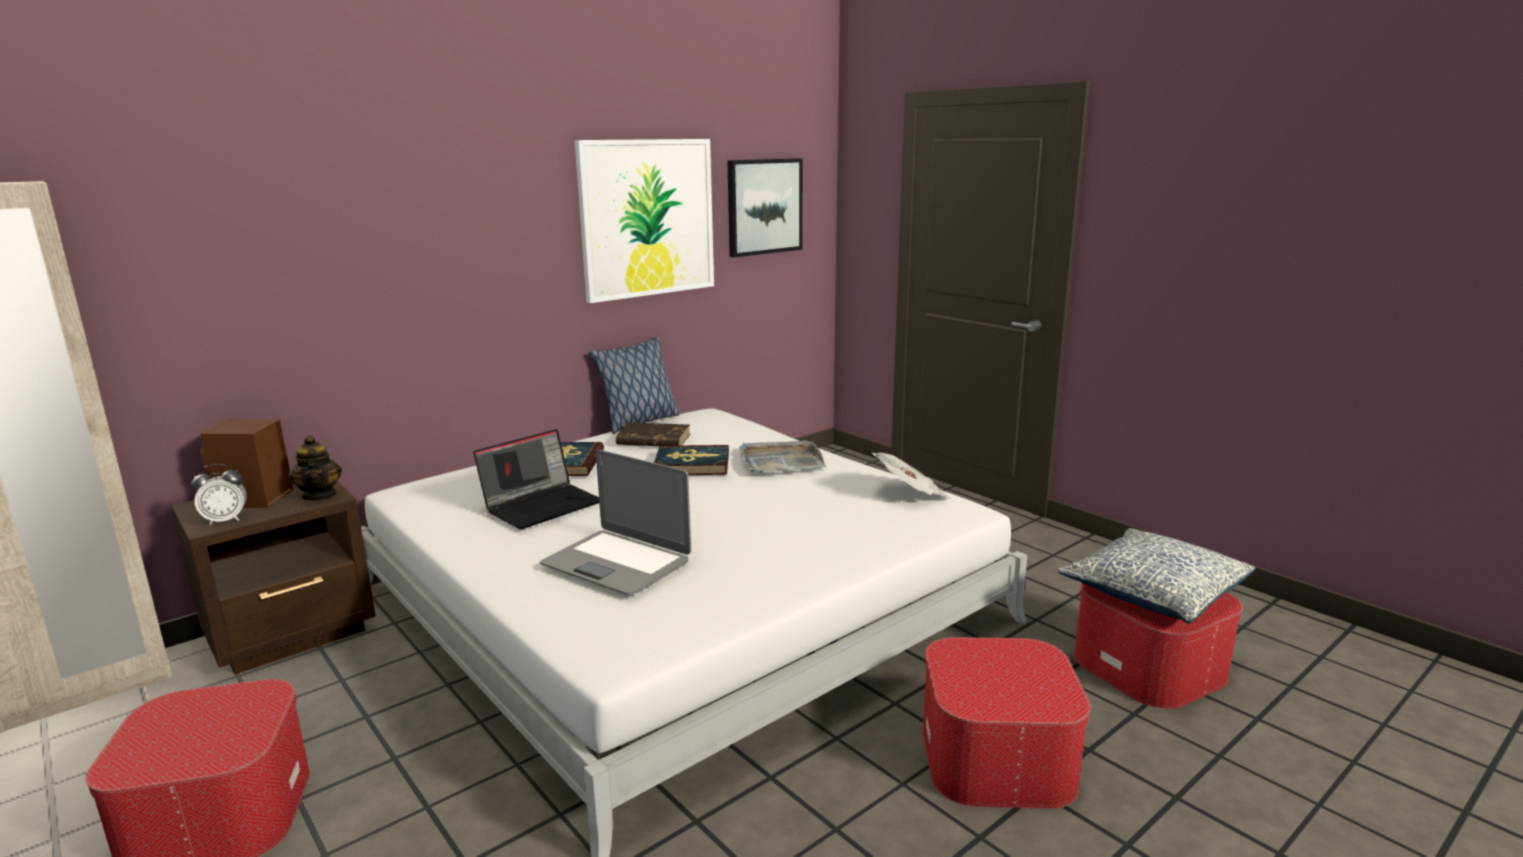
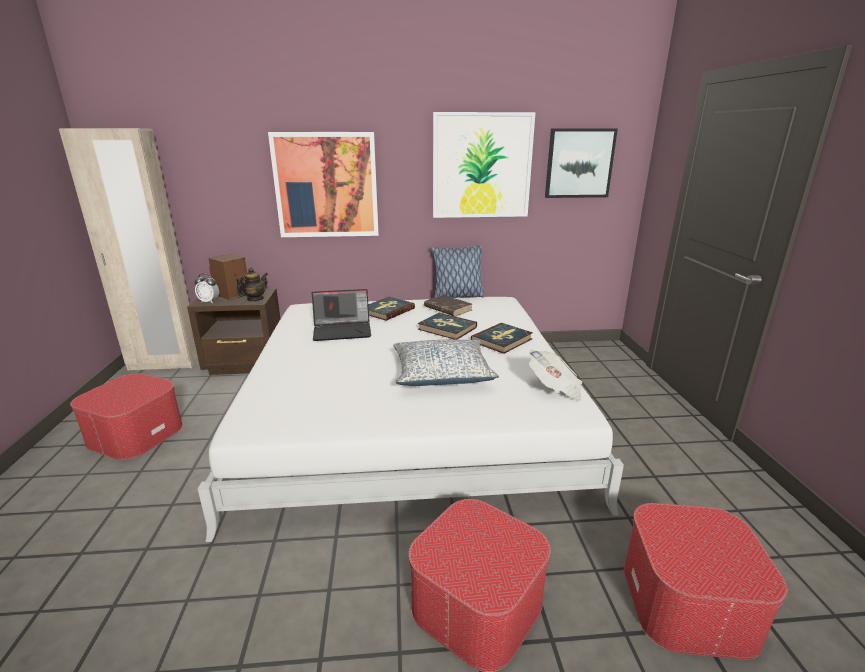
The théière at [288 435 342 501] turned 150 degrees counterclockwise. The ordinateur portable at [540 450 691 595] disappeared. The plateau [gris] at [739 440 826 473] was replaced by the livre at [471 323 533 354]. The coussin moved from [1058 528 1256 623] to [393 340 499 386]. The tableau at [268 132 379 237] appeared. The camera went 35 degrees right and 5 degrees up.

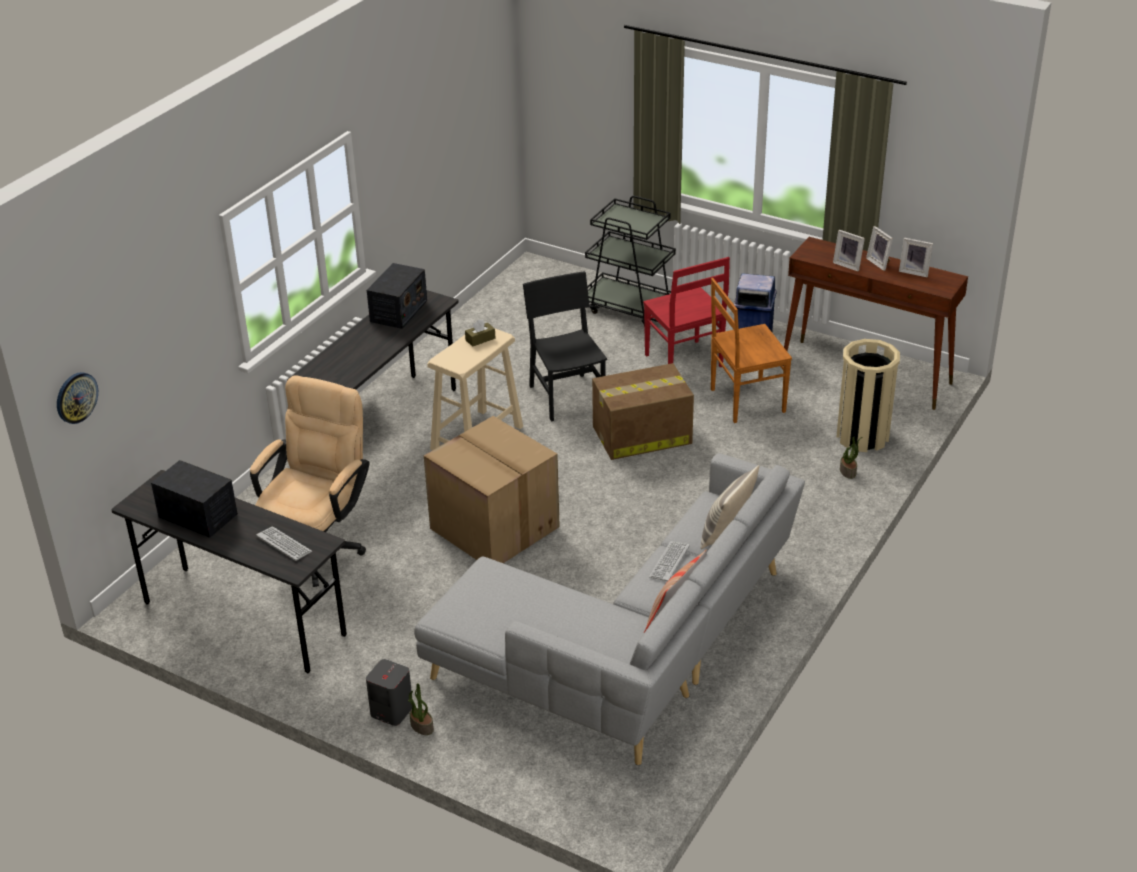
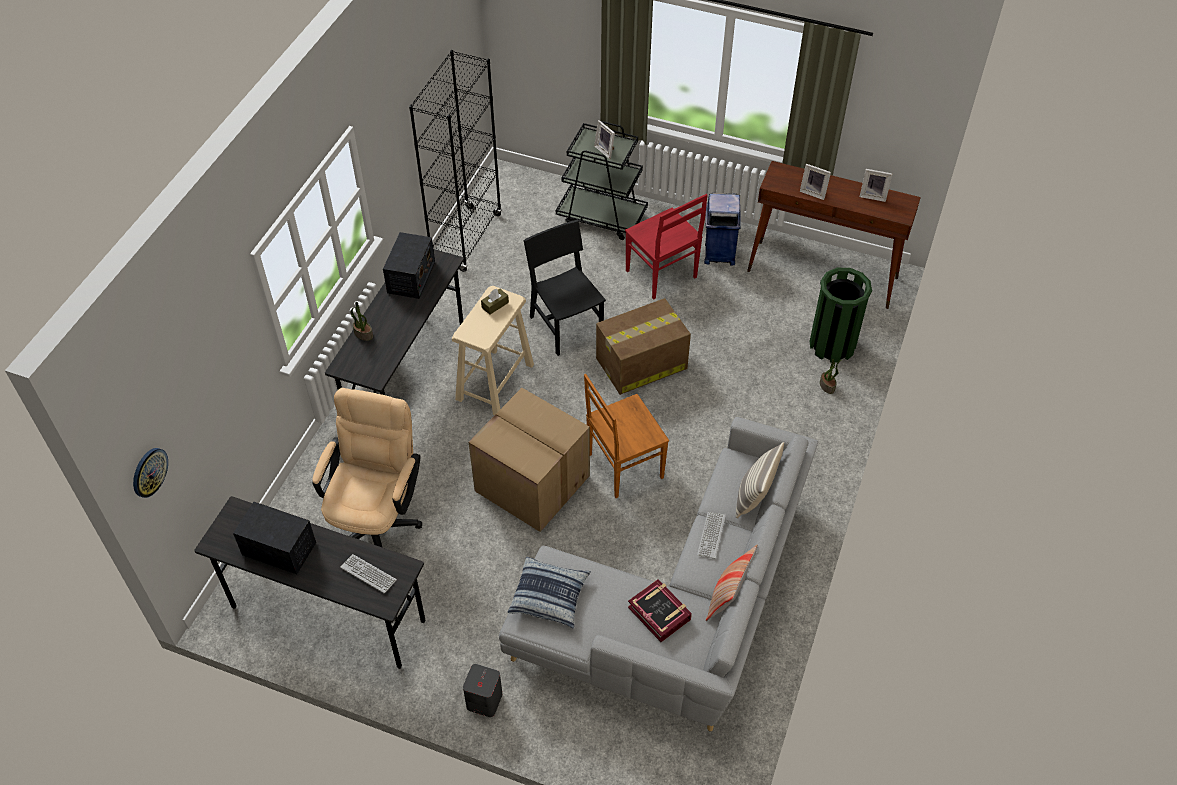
The plante en pot moved from [408 684 434 735] to [350 302 373 341]. The chaise [marron] moved from [711 278 792 423] to [584 374 669 498]. The poubelle [beige] at [837 339 900 452] became the poubelle [vert] at [809 268 872 363]. The cadre photo moved from [866 226 893 271] to [594 120 615 159]. The bibliothèque [noir] at [409 50 502 272] appeared. The coussin at [508 557 591 628] appeared. The livre at [628 579 692 642] appeared. The camera went 10 degrees left and 15 degrees up.

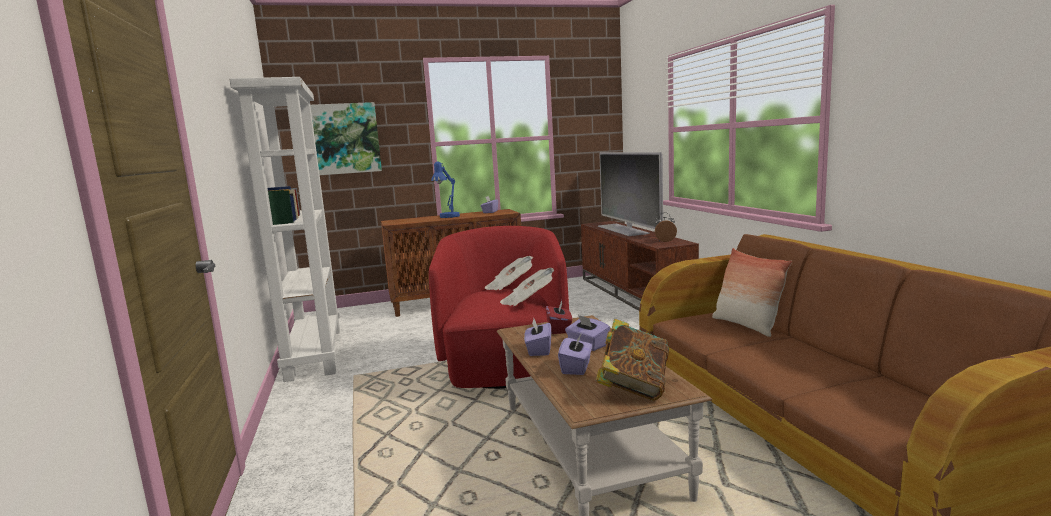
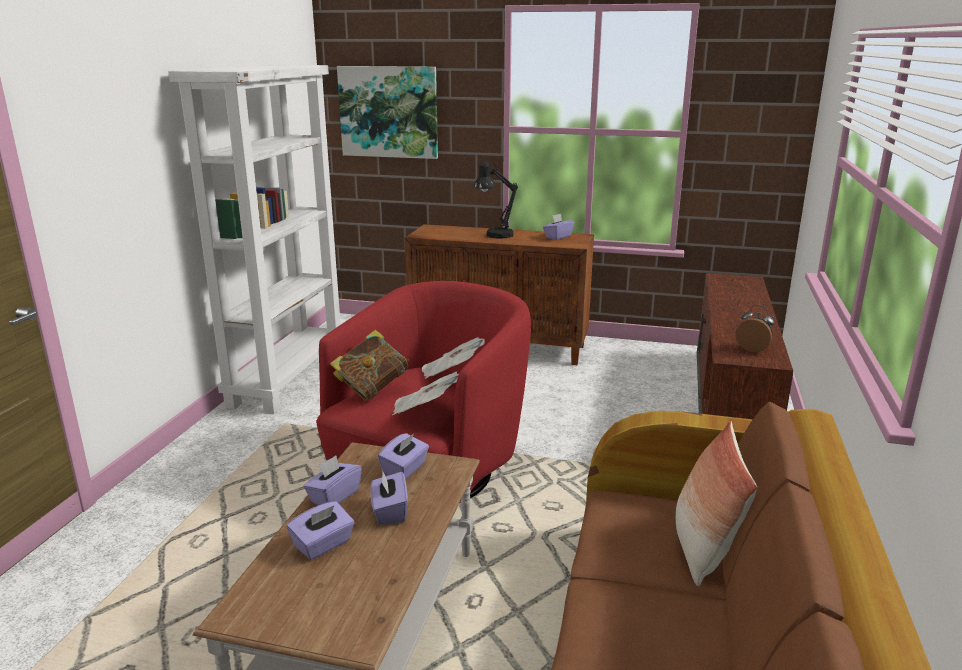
The lampe de table [bleu] at [431 161 460 218] became the lampe de table [noir] at [474 161 518 239]. The boîte à mouchoirs [rouge] at [546 300 572 334] became the boîte à mouchoirs [violet] at [378 433 429 480]. The livre moved from [596 319 669 400] to [330 330 409 401]. The téléviseur at [598 152 663 236] disappeared. The camera went 30 degrees right and 10 degrees up.

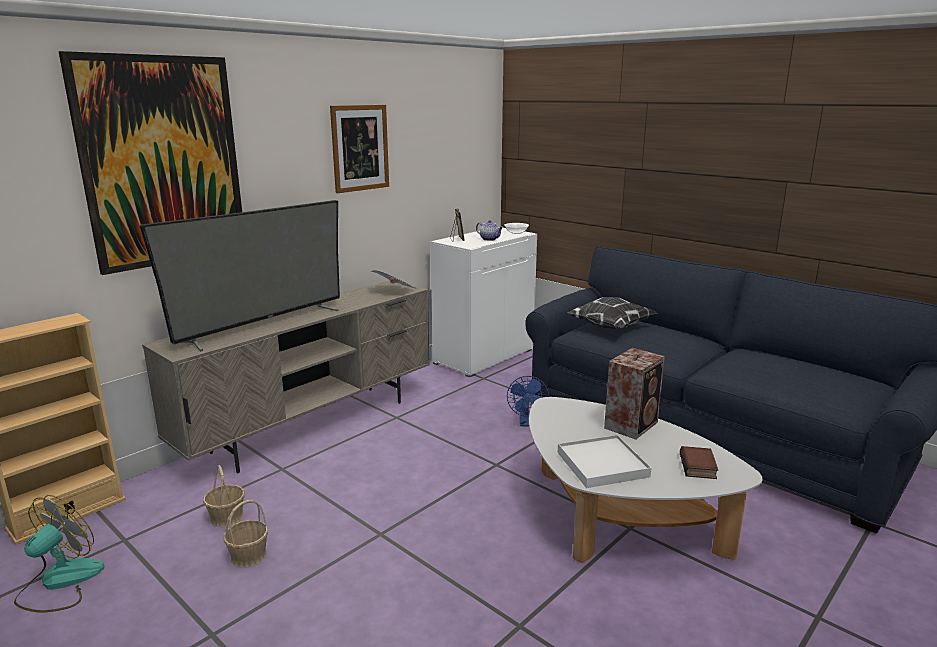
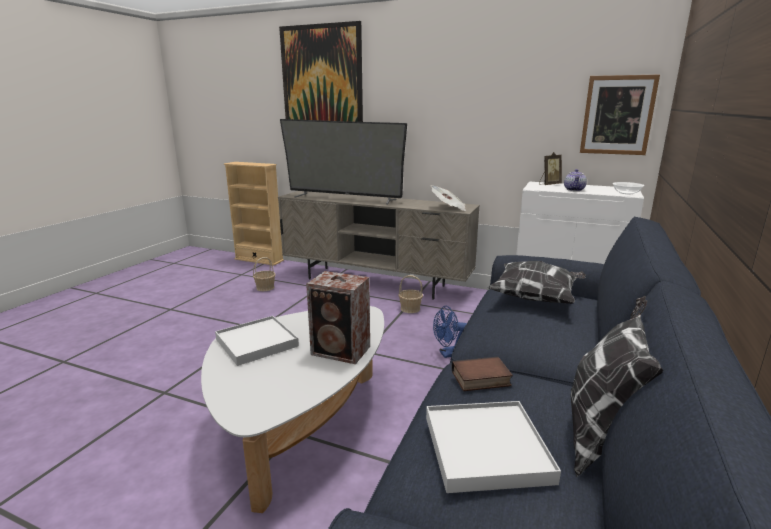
The ventilateur at [14 495 104 612] disappeared. The panier moved from [223 500 268 568] to [398 275 423 313]. The tableau moved from [330 105 389 193] to [580 75 660 155]. The livre moved from [680 446 718 479] to [452 357 513 391]. The plateau [blanc] at [426 401 561 493] appeared. The coussin at [570 296 663 478] appeared. The camera went 70 degrees right and 0 degrees up.

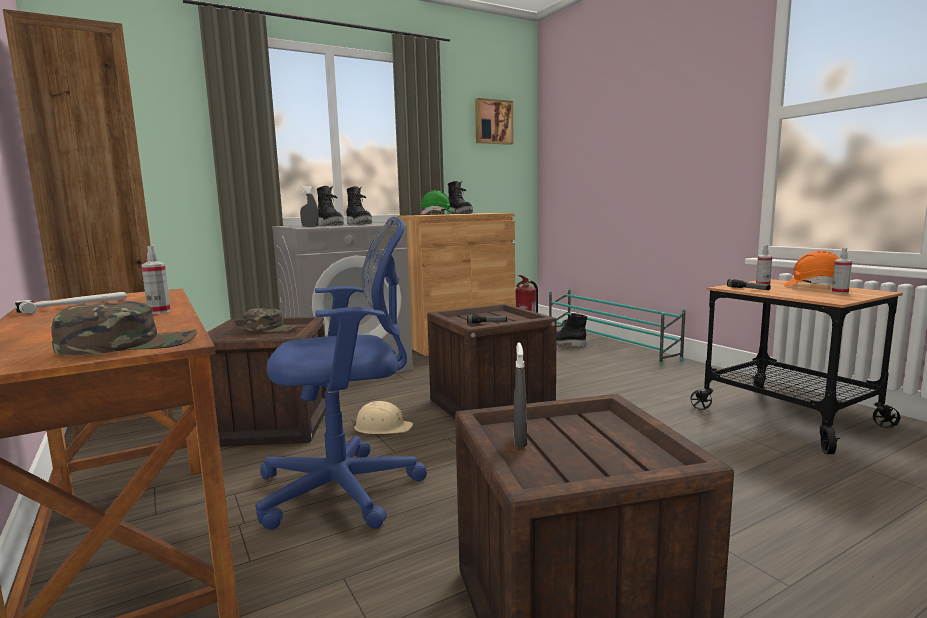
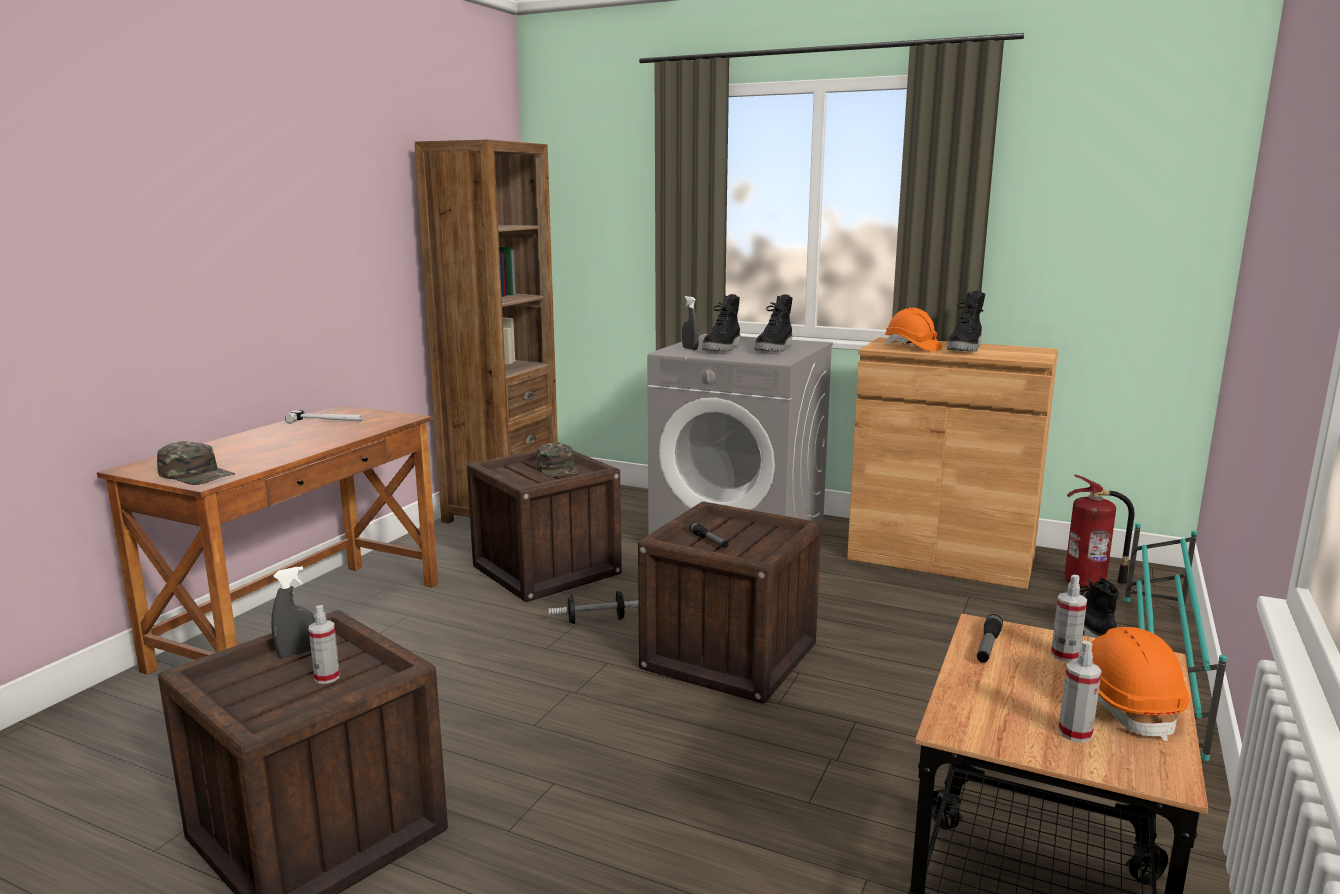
The vaporisateur moved from [141 245 171 314] to [309 605 340 684]. The chaise de bureau [bleu] at [255 217 427 530] disappeared. The casque de chantier [beige] at [351 401 413 434] was replaced by the haltère at [548 591 639 624]. The casque de chantier [vert] at [420 190 455 214] became the casque de chantier [orange] at [885 308 942 351]. The tableau at [475 98 513 145] disappeared. The camera went 55 degrees right and 5 degrees up.

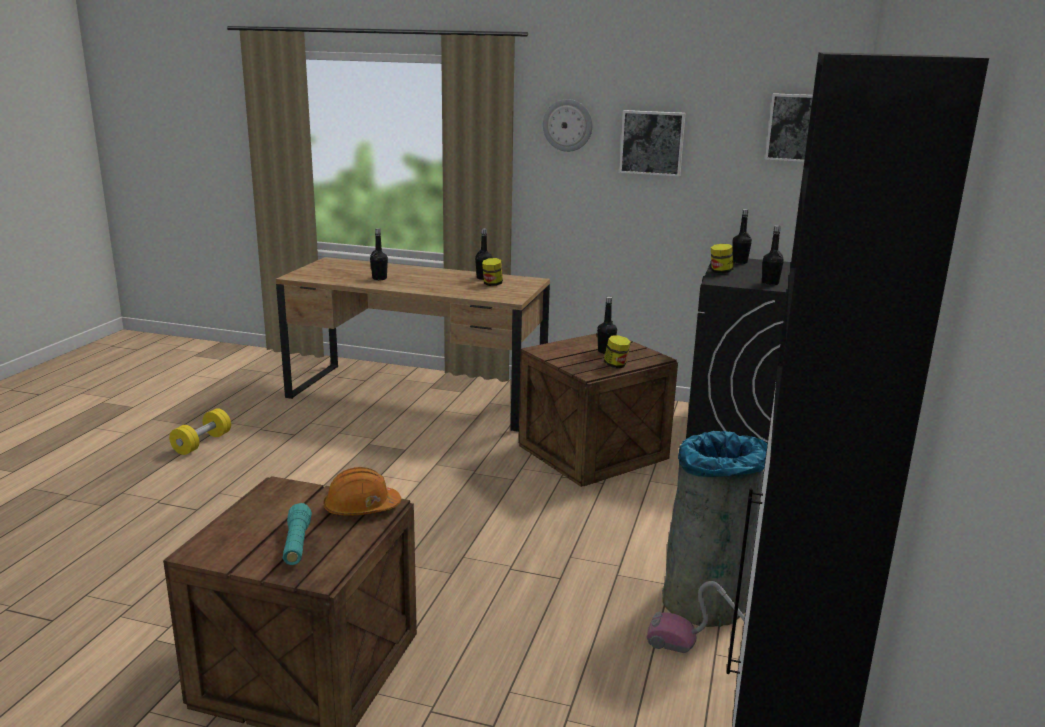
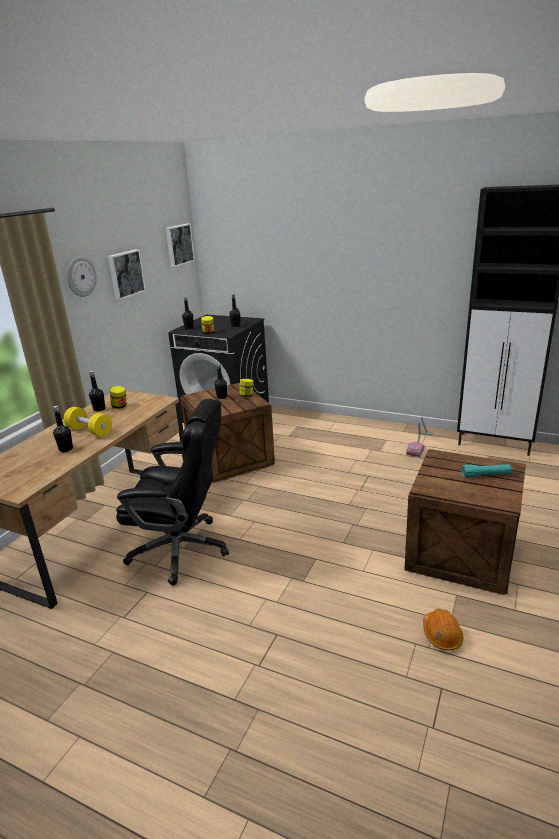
The haltère [jaune] moved from [169 408 231 455] to [64 407 112 437]. The casque de chantier [orange] moved from [324 467 401 516] to [423 609 464 650]. The poubelle [gris] at [662 431 767 627] disappeared. The chaise de bureau [noir] at [116 399 229 586] appeared. The camera went 80 degrees left and 5 degrees up.

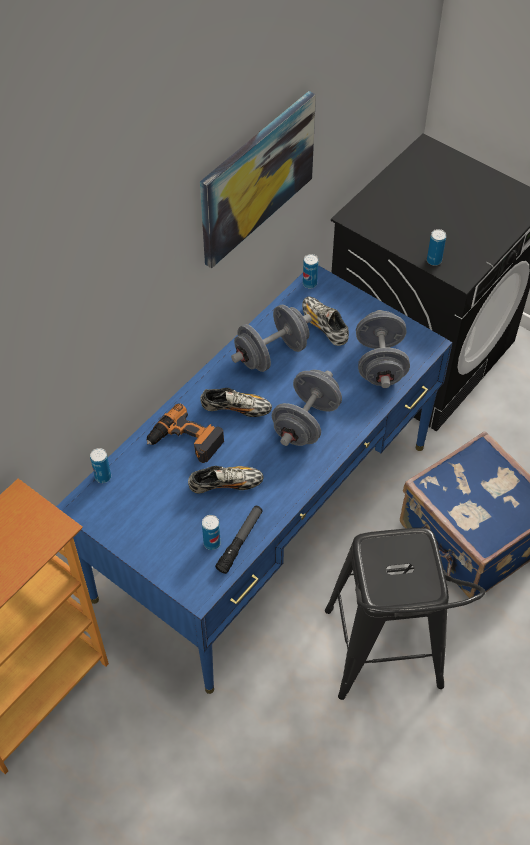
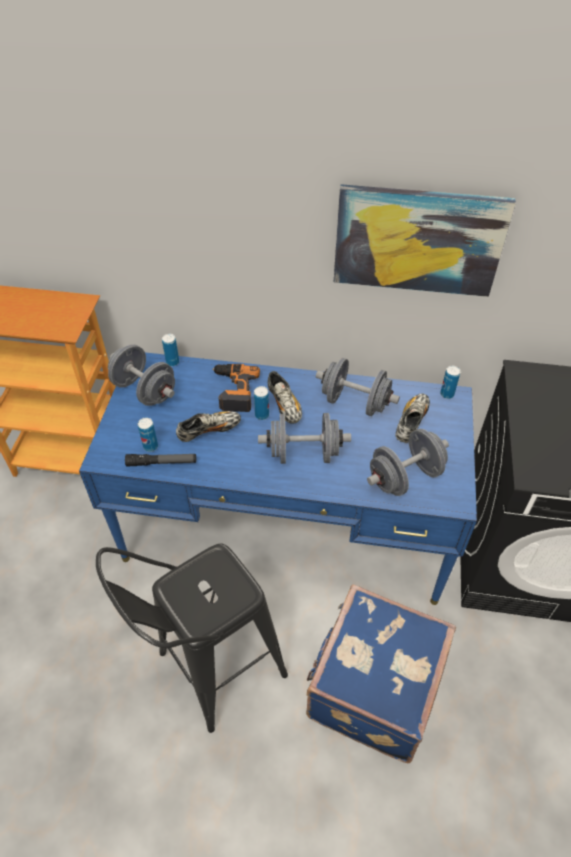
The chaussure at [188 466 263 493] turned 75 degrees counterclockwise. The boîte métallique moved from [427 229 446 266] to [254 386 269 420]. The haltère [gris] at [108 344 175 406] appeared. The camera went 60 degrees right and 5 degrees down.

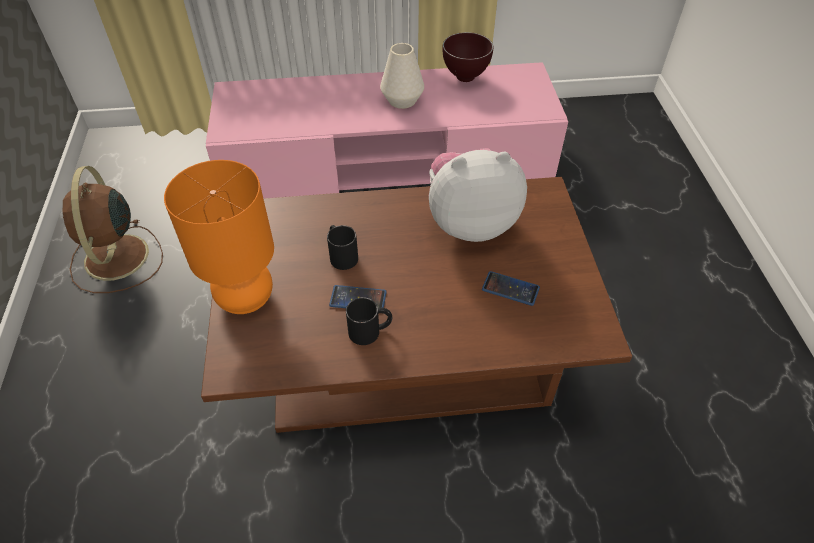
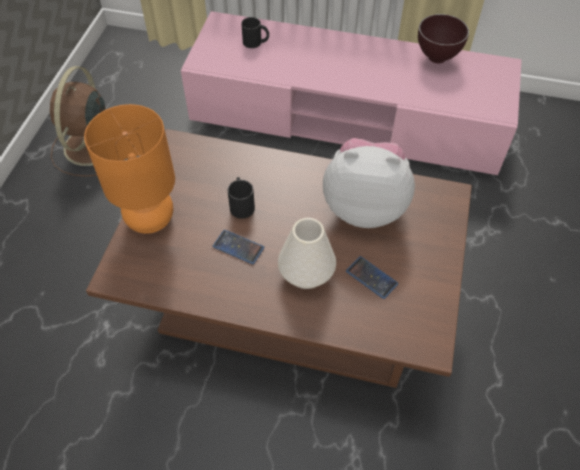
The mug [noir] moved from [346 297 392 345] to [241 17 269 48]. The vase [blanc] moved from [380 43 424 109] to [278 218 336 289]. The camera went 20 degrees right and 5 degrees up.

